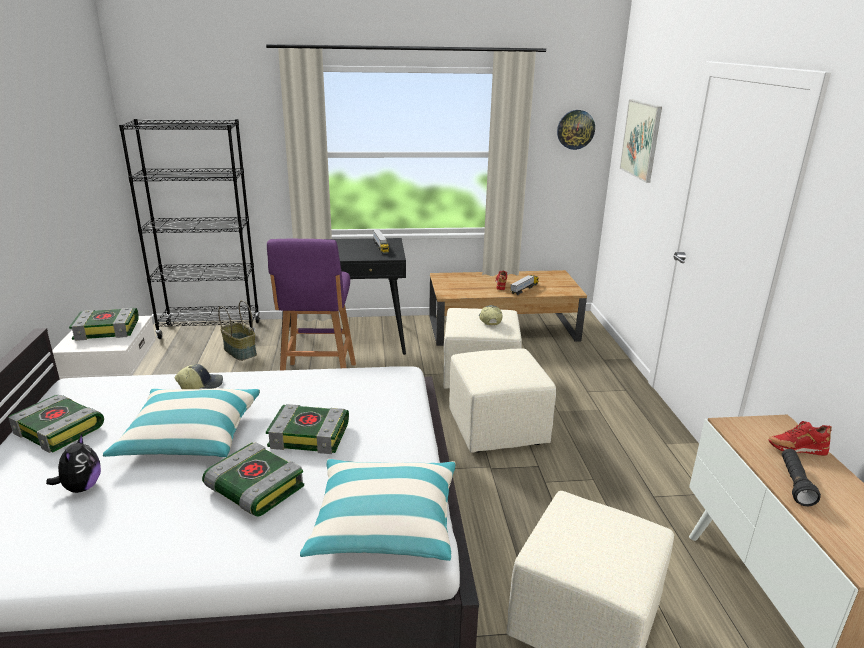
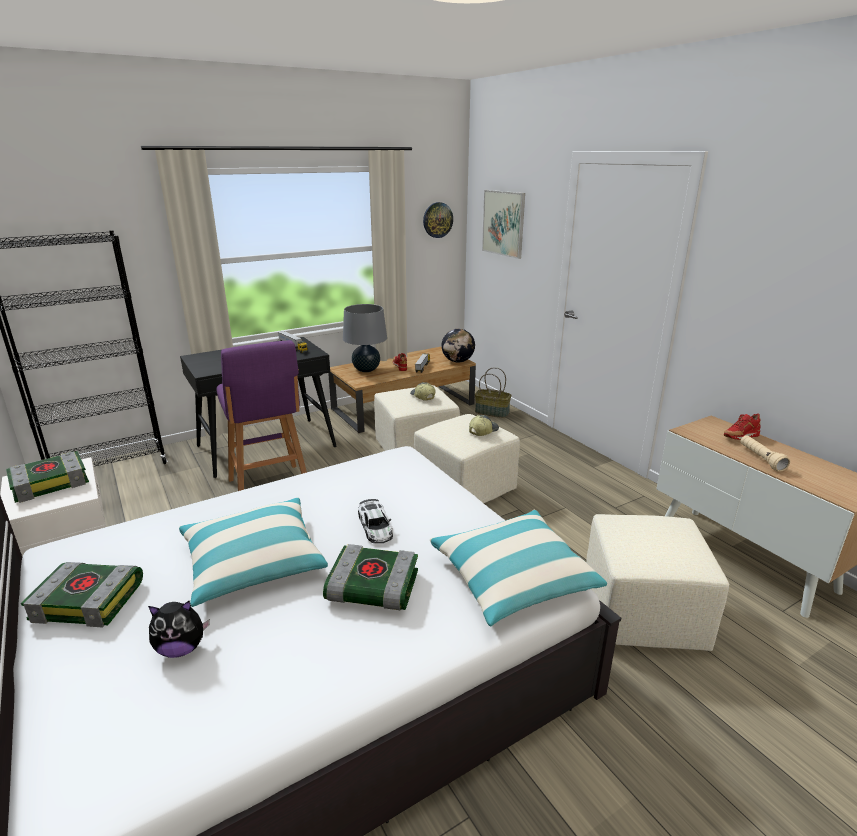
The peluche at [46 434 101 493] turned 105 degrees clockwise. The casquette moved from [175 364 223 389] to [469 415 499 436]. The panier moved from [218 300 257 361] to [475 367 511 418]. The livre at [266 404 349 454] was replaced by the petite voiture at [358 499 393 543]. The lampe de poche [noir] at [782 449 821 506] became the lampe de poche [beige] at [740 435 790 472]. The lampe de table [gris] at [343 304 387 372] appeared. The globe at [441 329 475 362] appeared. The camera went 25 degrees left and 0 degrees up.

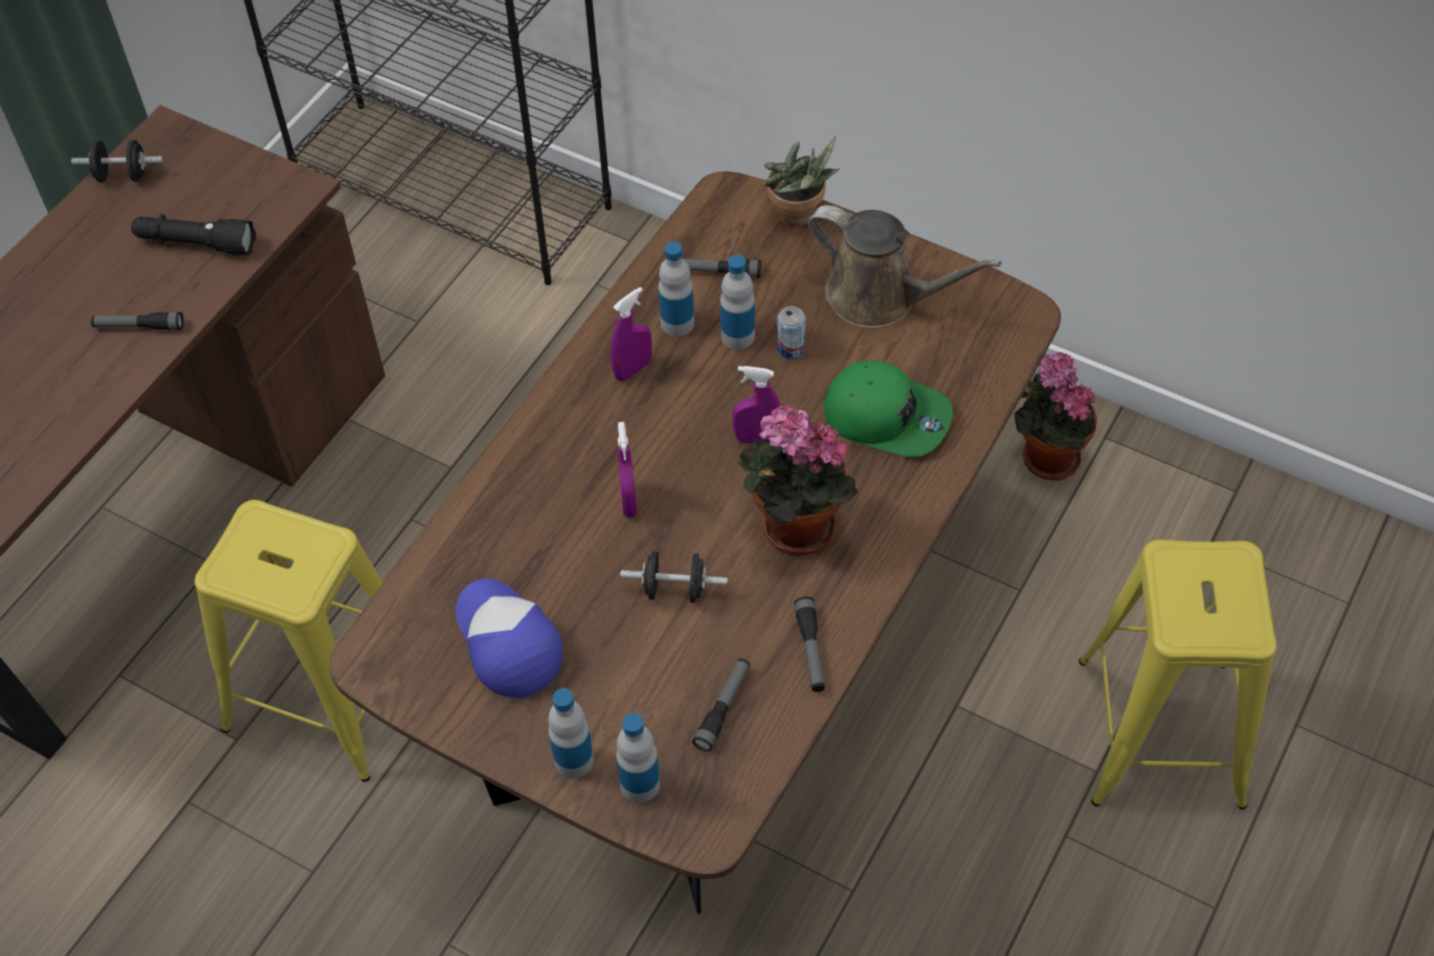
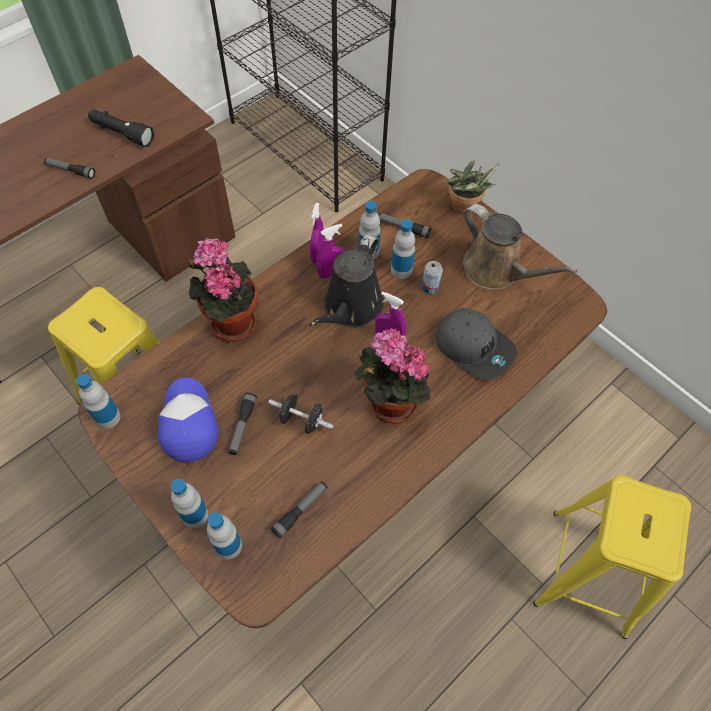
The haltère [noir] at [71 140 163 183] disappeared. The vaporisateur [violet] moved from [618 422 637 518] to [310 203 324 263]. The lampe de poche moved from [794 596 825 692] to [228 392 257 455]. The casquette [vert] at [824 361 953 457] became the casquette [gris] at [435 308 517 380]. The plante en pot moved from [1014 352 1097 481] to [188 237 257 342]. The bouteille at [76 374 121 429] appeared. The arrosoir [noir] at [309 235 384 327] appeared. The camera went 15 degrees right and 5 degrees up.

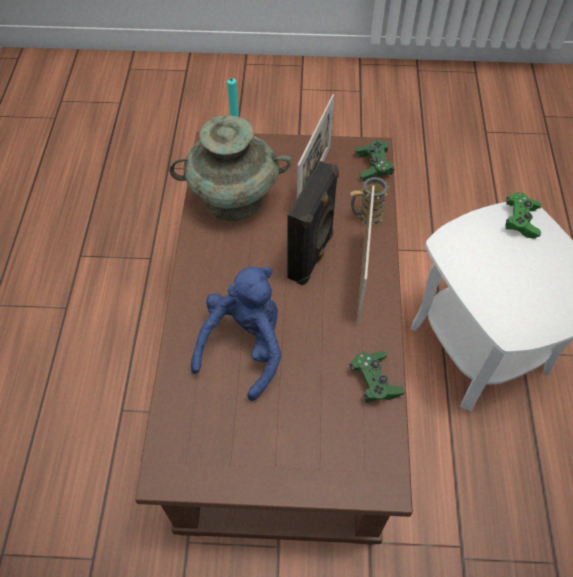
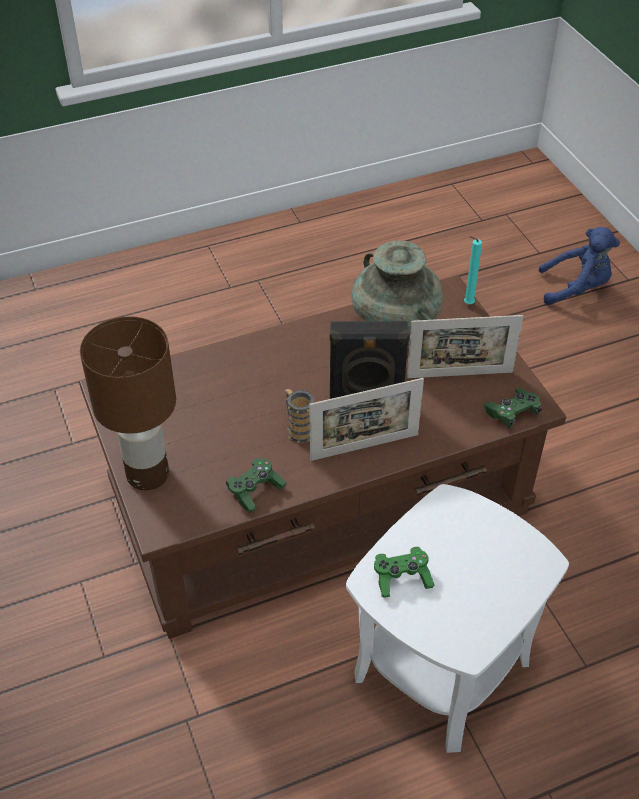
The peluche [bleu] moved from [191 267 281 401] to [538 227 620 305]. The mug moved from [351 177 390 225] to [285 389 314 443]. The manette [vert] moved from [505 192 541 239] to [374 547 434 597]. The lampe de table [marron] at [80 316 176 490] appeared. The camera went 65 degrees right and 10 degrees down.

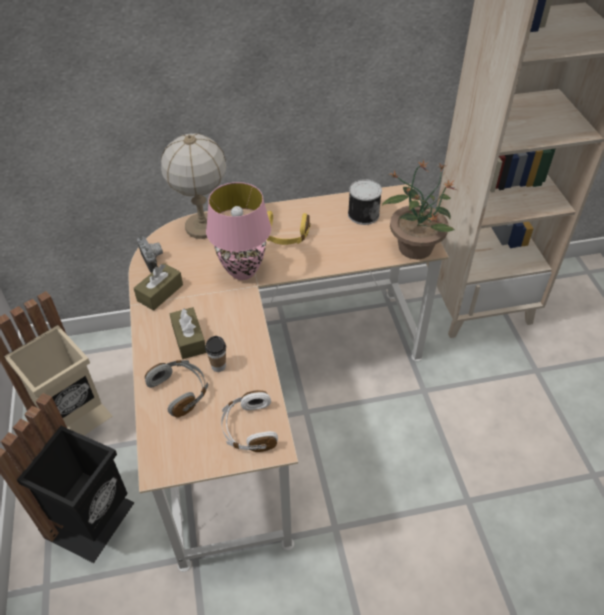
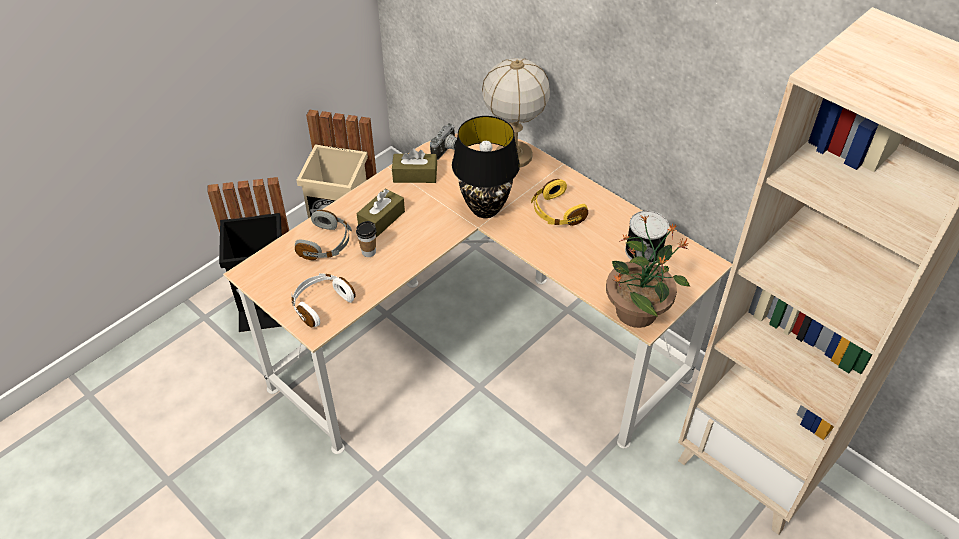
The lampe de table [rose] at [206 182 271 280] became the lampe de table [noir] at [452 116 520 218]. The camera went 55 degrees right and 0 degrees up.

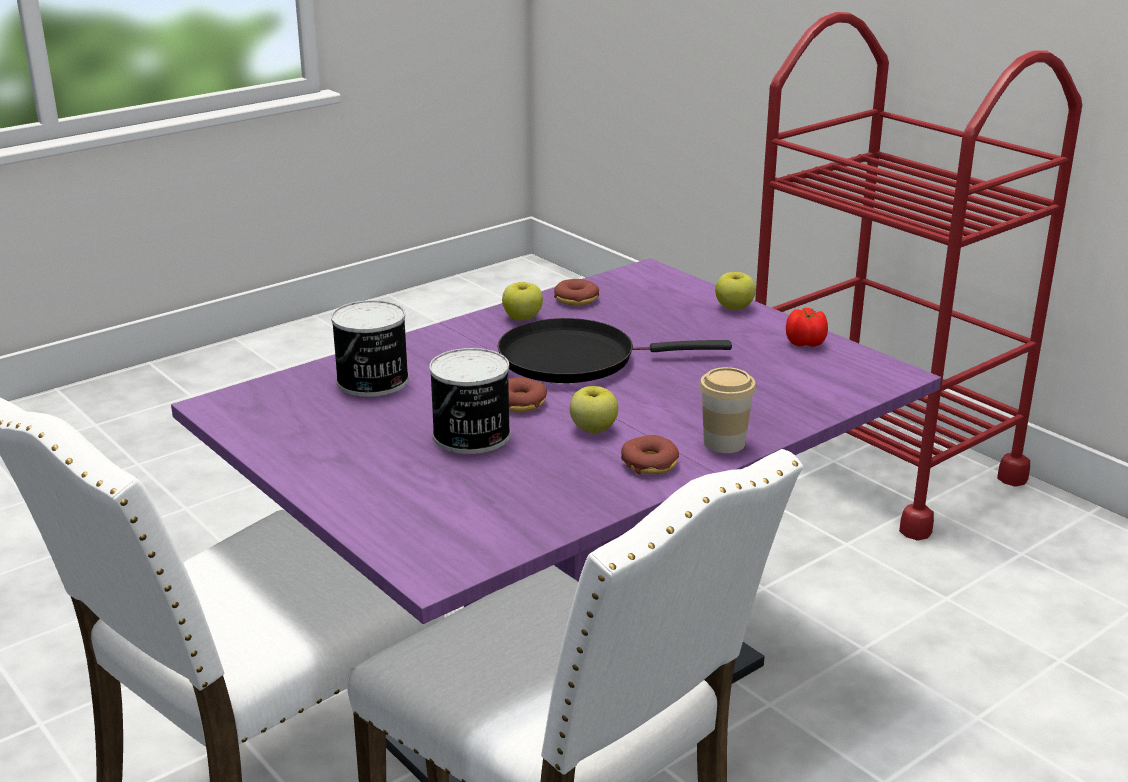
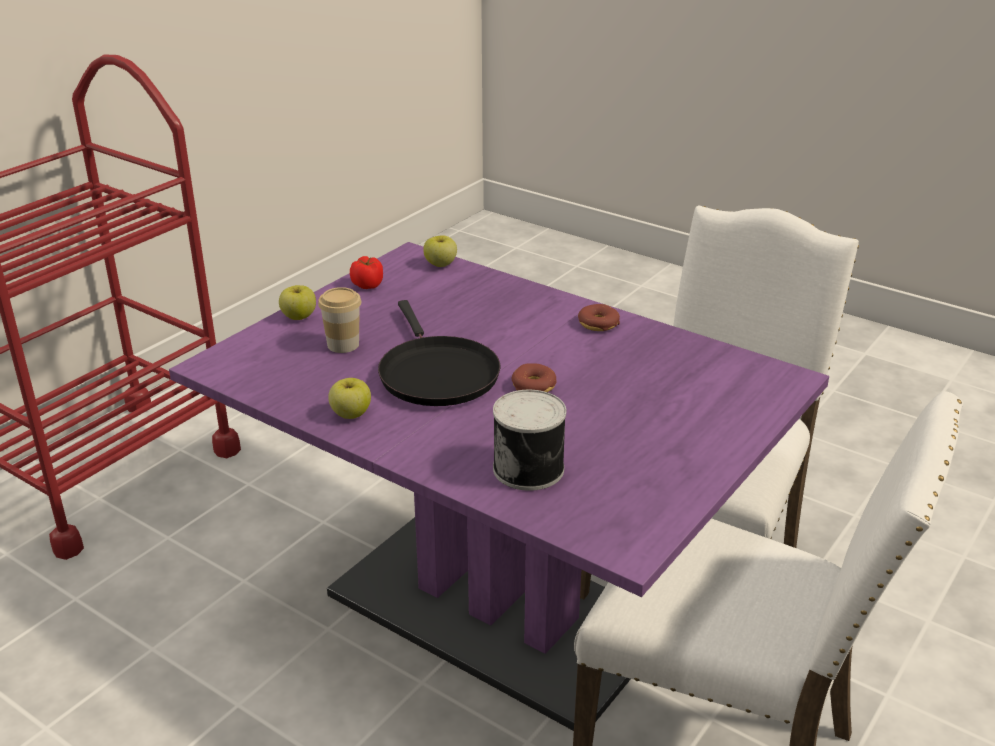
The boîte métallique at [429 348 511 454] disappeared. The beignet at [554 279 599 305] disappeared. The pomme moved from [570 386 618 433] to [423 235 457 267]. The tasse moved from [699 367 756 453] to [318 287 362 353]. The camera went 105 degrees left and 5 degrees up.

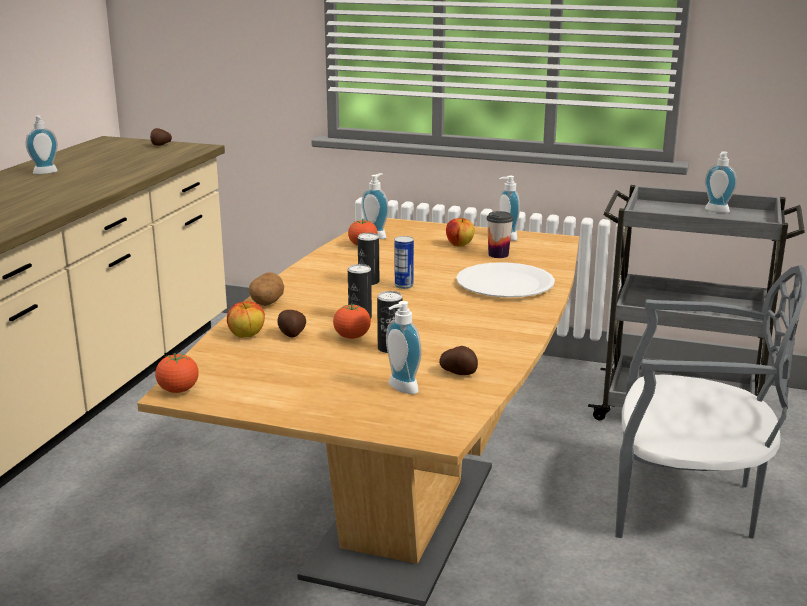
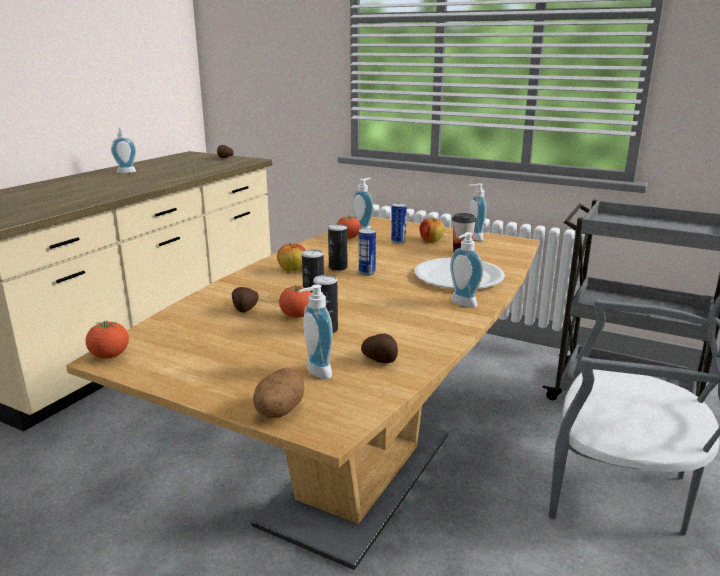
The pomme moved from [227 302 265 338] to [277 244 306 271]. The pomme de terre moved from [249 272 284 306] to [253 368 304 418]. The distributeur de savon moved from [705 151 737 213] to [450 232 483 307]. The boîte métallique at [391 203 407 244] appeared. The camera went 10 degrees right and 0 degrees up.

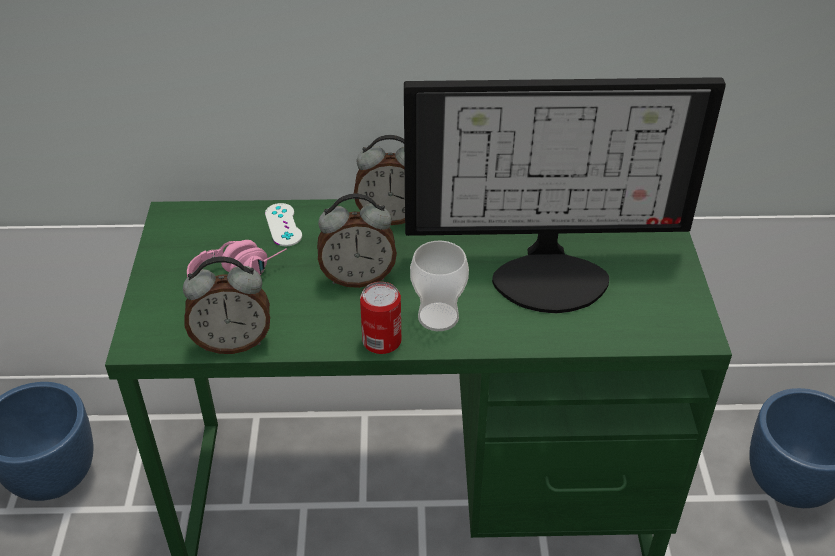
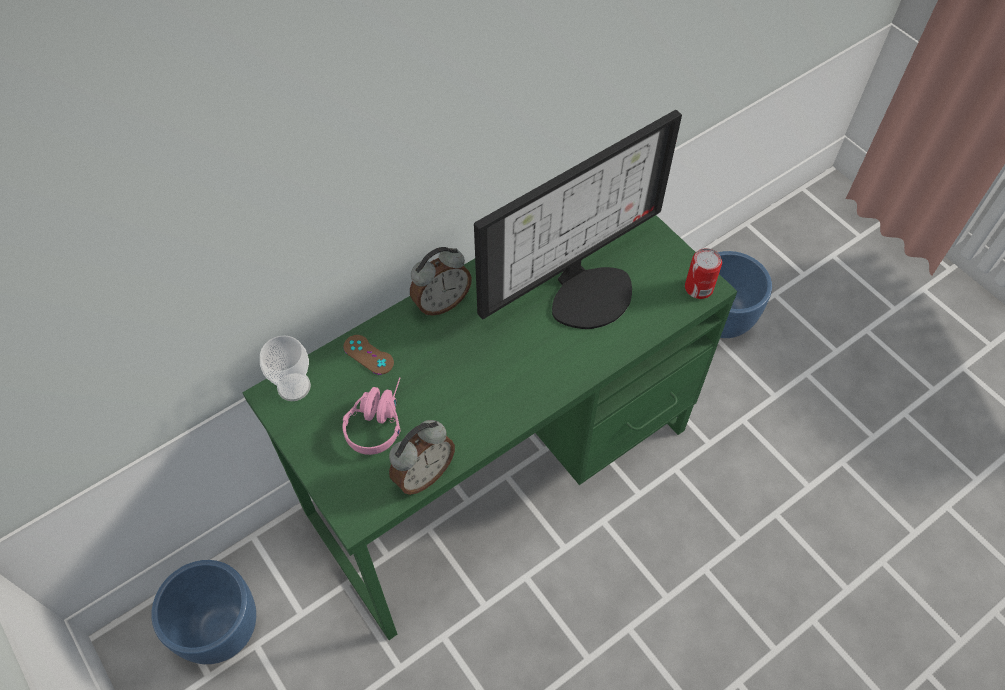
The manette [blanc] at [265 203 302 246] became the manette [marron] at [343 335 394 375]. The réveil at [317 193 397 288] disappeared. The boîte métallique moved from [360 282 401 354] to [685 248 722 299]. The tasse moved from [410 241 469 331] to [260 335 311 401]. The camera went 35 degrees left and 15 degrees up.

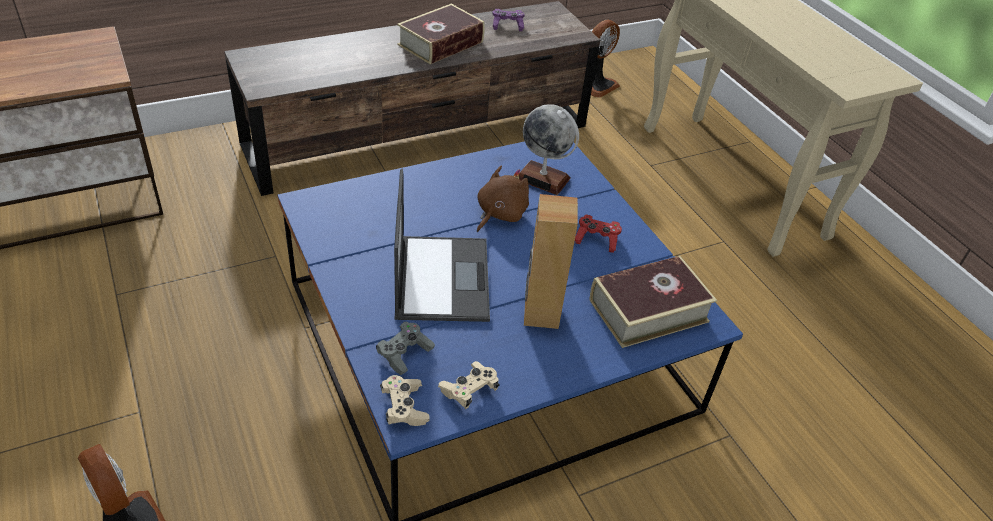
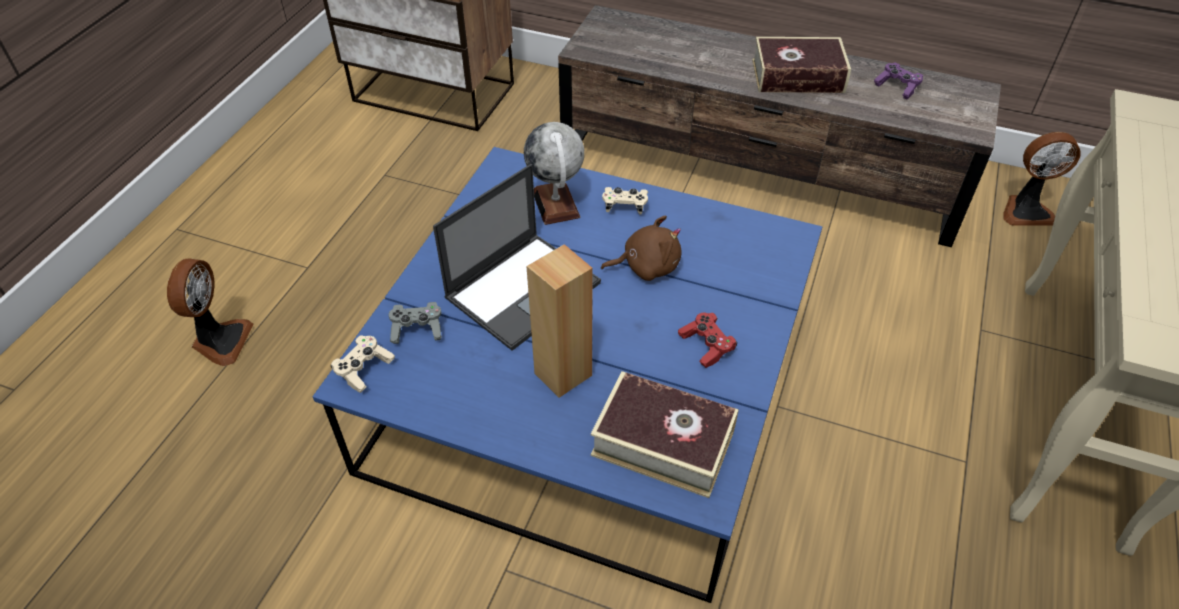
The manette [beige] moved from [438 361 500 409] to [602 187 648 214]. The globe moved from [519 104 579 195] to [524 122 584 225]. The camera went 50 degrees right and 5 degrees up.

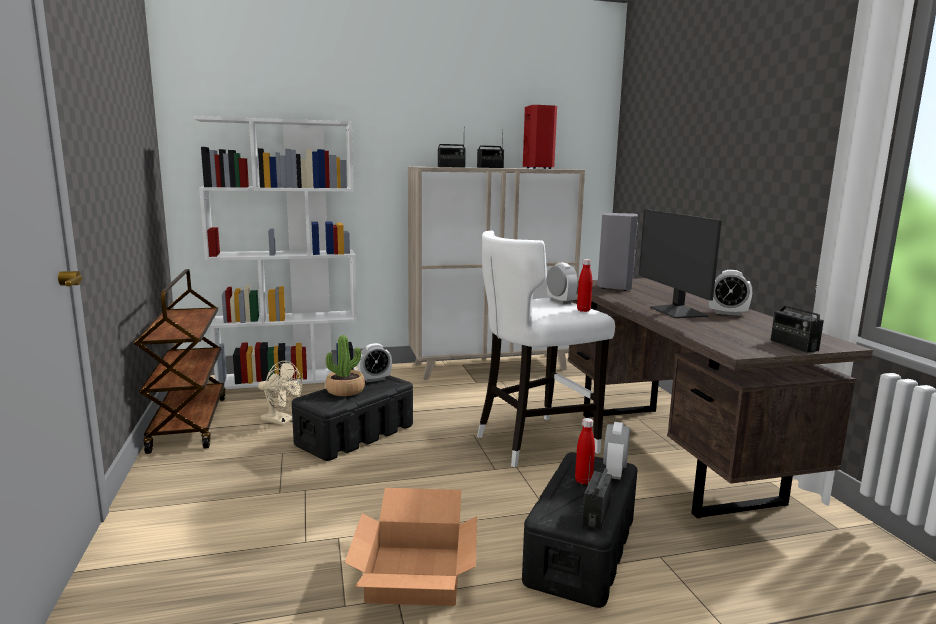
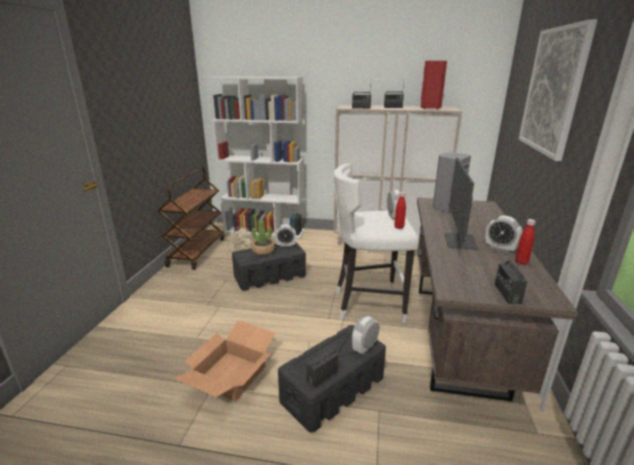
The bouteille [rouge] moved from [575 418 595 485] to [515 219 536 265]. The tableau at [519 19 597 161] appeared. The camera went 25 degrees right and 10 degrees up.

